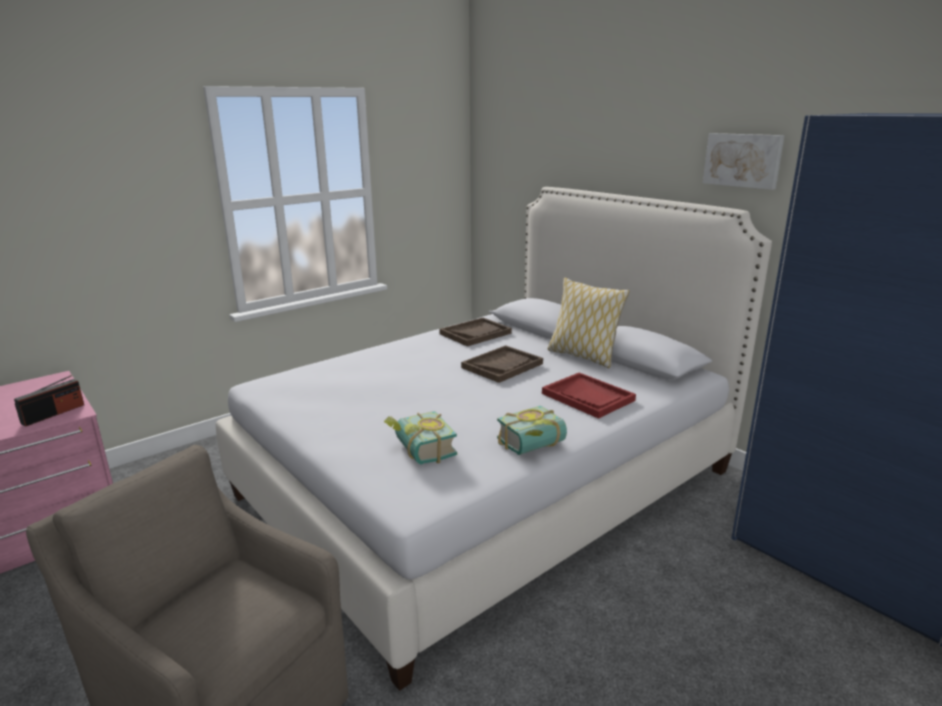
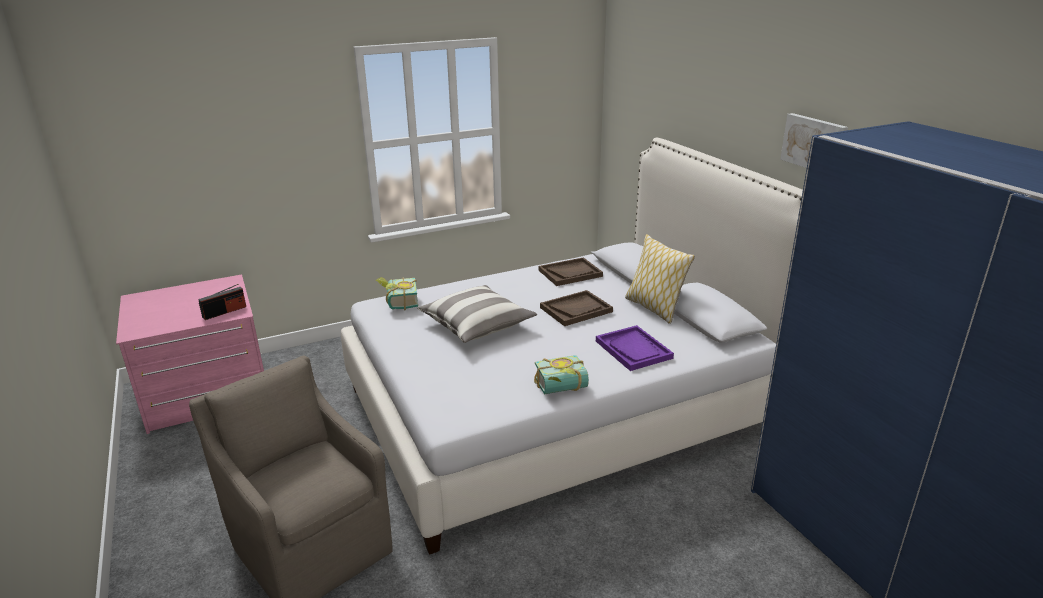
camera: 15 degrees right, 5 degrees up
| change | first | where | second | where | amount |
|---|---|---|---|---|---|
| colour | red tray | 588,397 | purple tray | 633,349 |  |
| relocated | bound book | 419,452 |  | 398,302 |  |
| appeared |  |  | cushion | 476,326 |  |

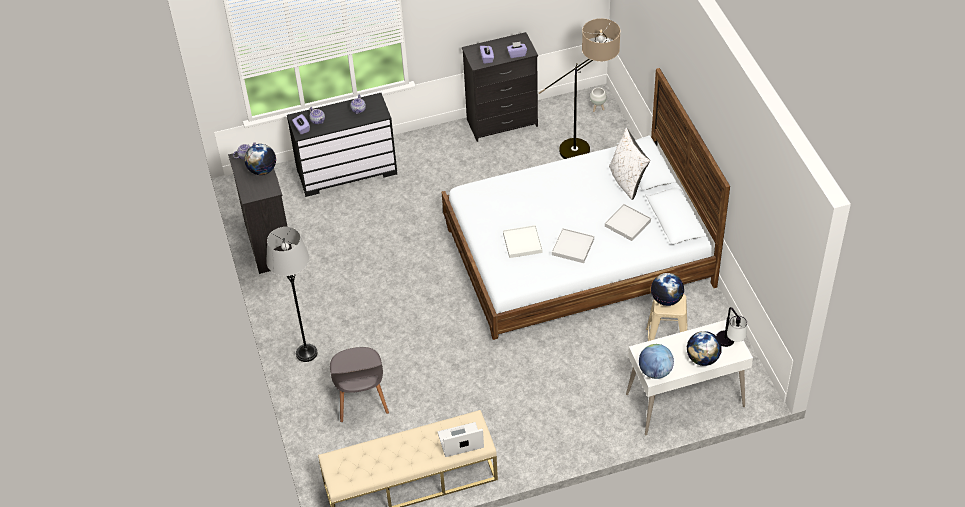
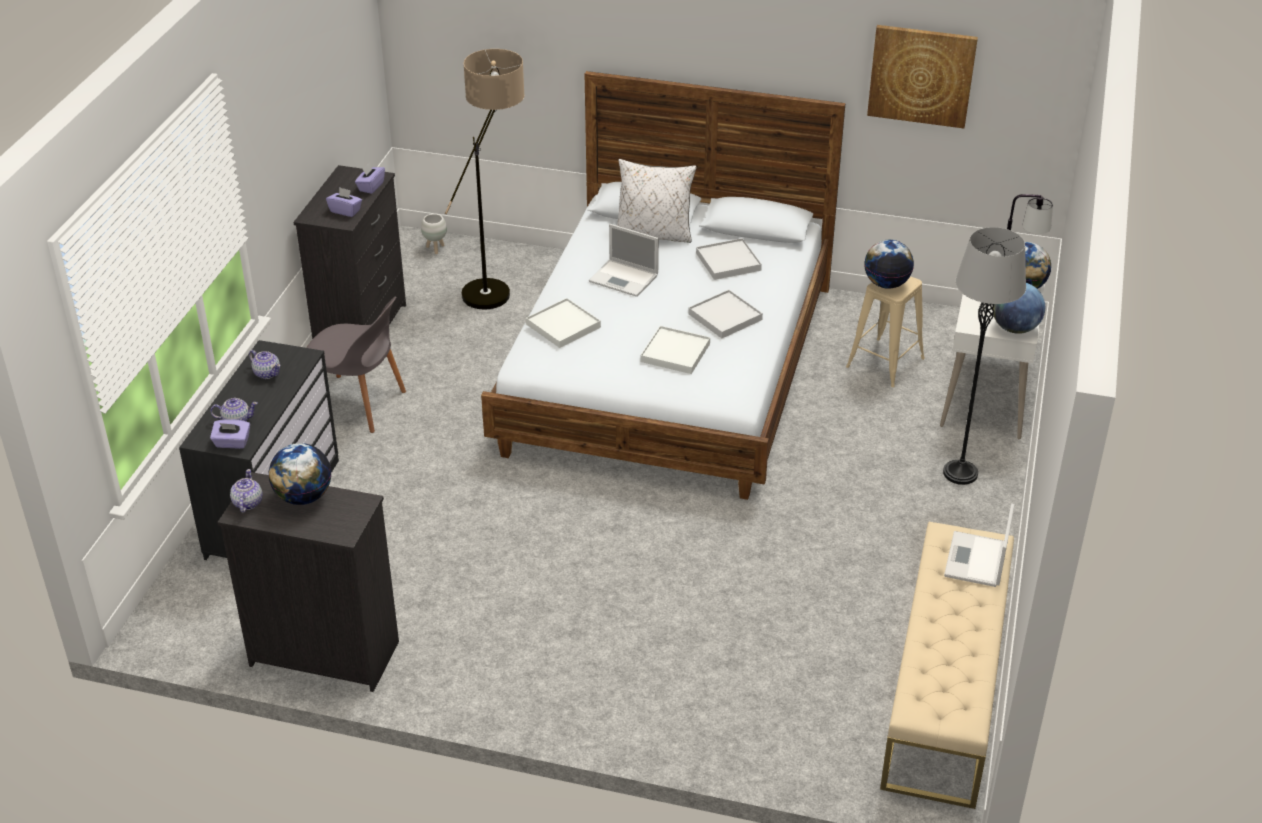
camera: 60 degrees left, 10 degrees down
| change | first | where | second | where | amount |
|---|---|---|---|---|---|
| relocated | grey standard lamp | 306,353 |  | 960,473 |  |
| relocated | grey chair | 361,399 |  | 358,404 |  |
| appeared |  |  | wall picture | 921,75 |  |
| appeared |  |  | notebook computer | 625,278 |  |
| appeared |  |  | white-coloured tray | 563,326 |  |

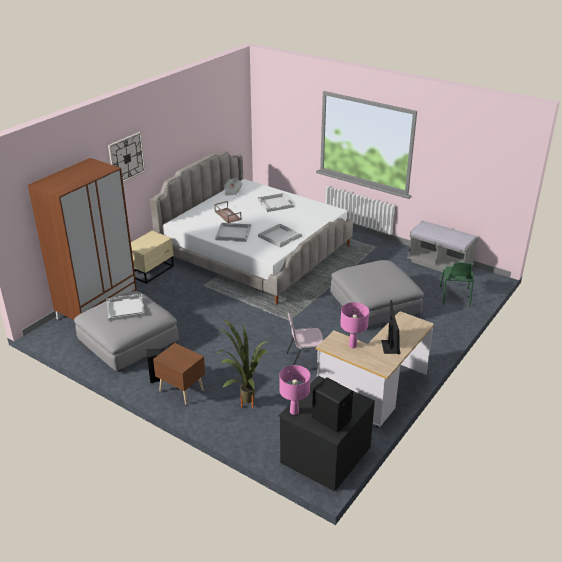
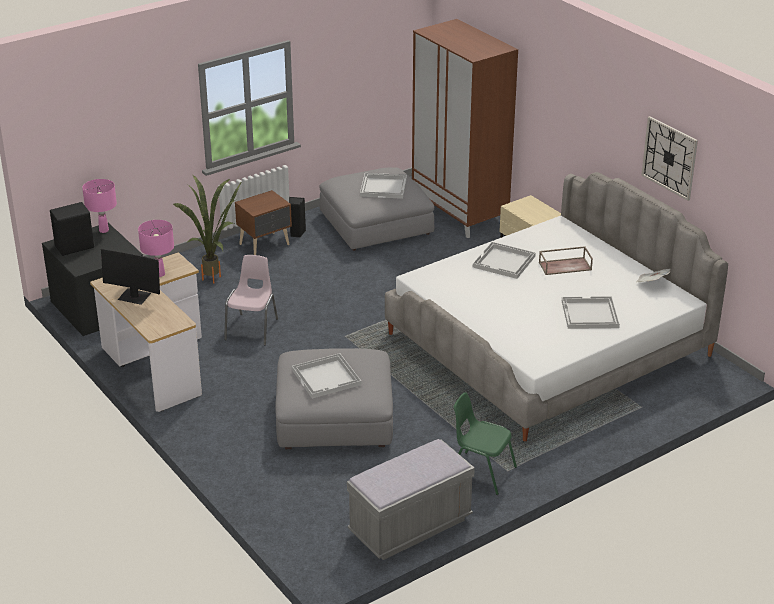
camera: 110 degrees right, 0 degrees up
| change | first | where | second | where | amount |
|---|---|---|---|---|---|
| relocated | hanging clock | 126,158 |  | 669,157 |  |
| relocated | white-coloured tray | 279,236 |  | 327,377 |  |
| relocated | green chair | 455,296 |  | 480,472 |  |

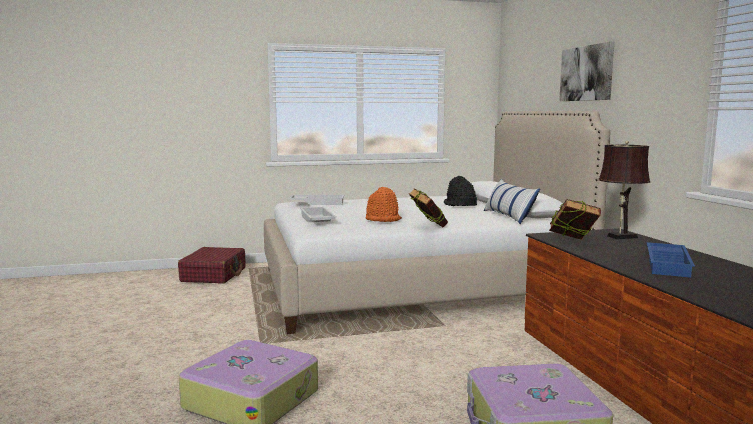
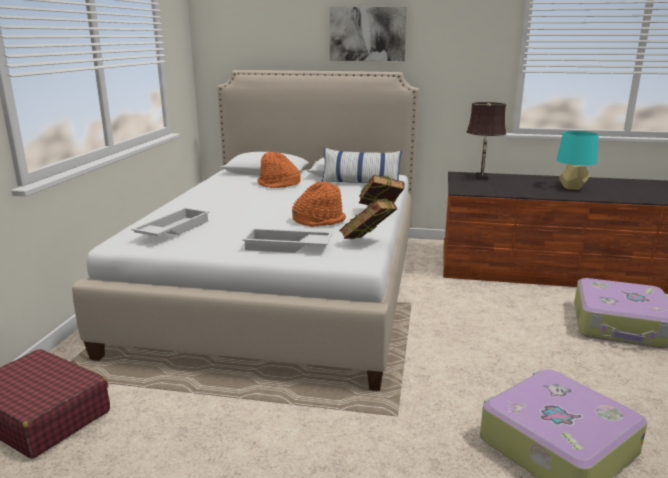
camera: 65 degrees left, 10 degrees up
| change | first | where | second | where | amount |
|---|---|---|---|---|---|
| colour | blackish wearable hat | 460,205 | orange-coloured wearable hat | 278,184 |  |
| relocated | bound book | 572,242 |  | 368,243 |  |
| exchanged | bluish tray | 669,265 | blue-green lamp for a table | 572,187 |  |

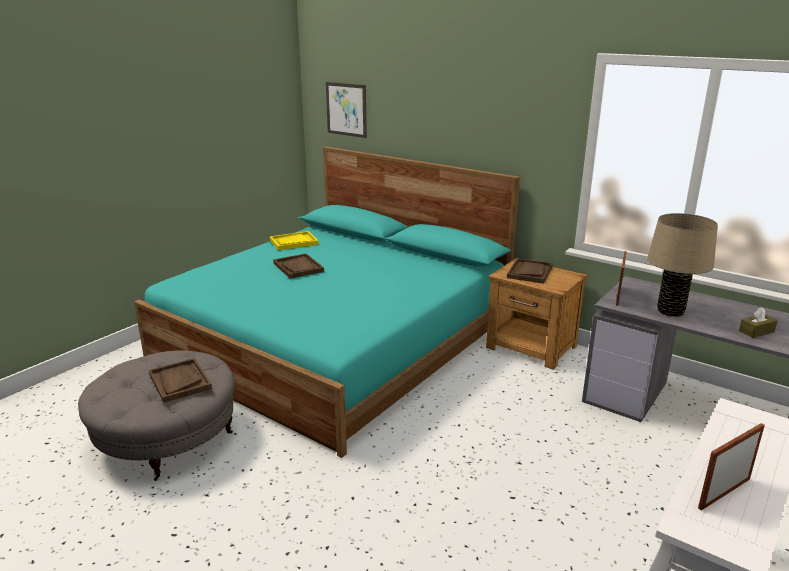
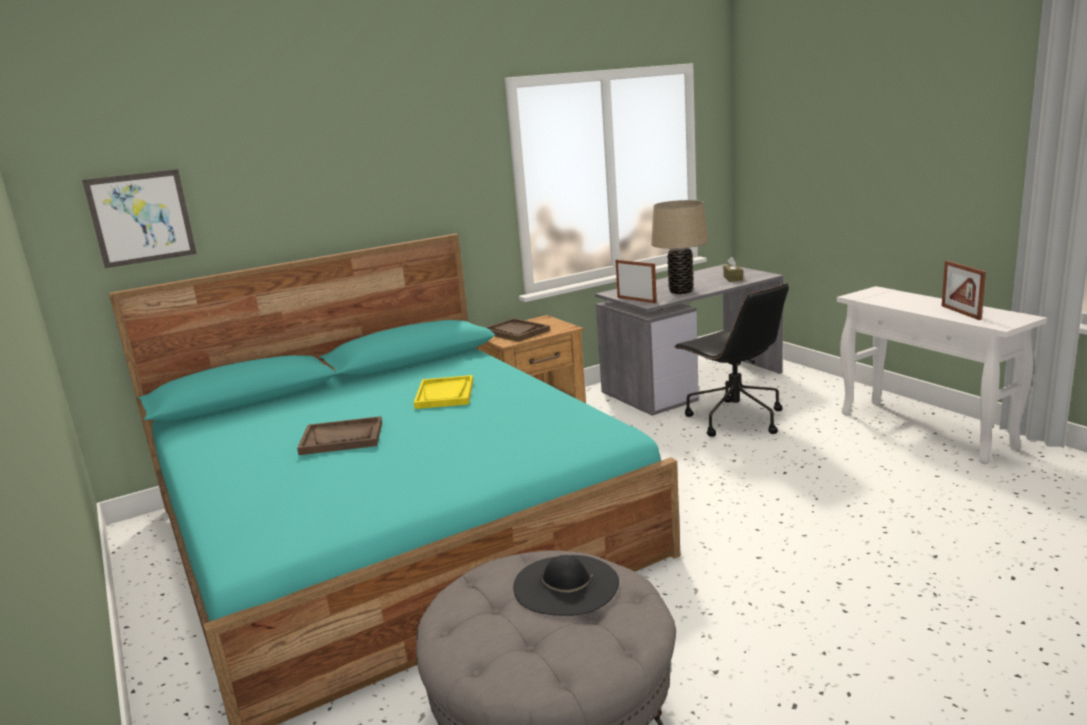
camera: 65 degrees left, 5 degrees down
| change | first | where | second | where | amount |
|---|---|---|---|---|---|
| relocated | yellowish tray | 293,242 |  | 445,394 |  |
| exchanged | brownish tray | 180,381 | blackish wearable hat | 566,585 |  |
| appeared |  |  | blackish office chair | 734,419 |  |

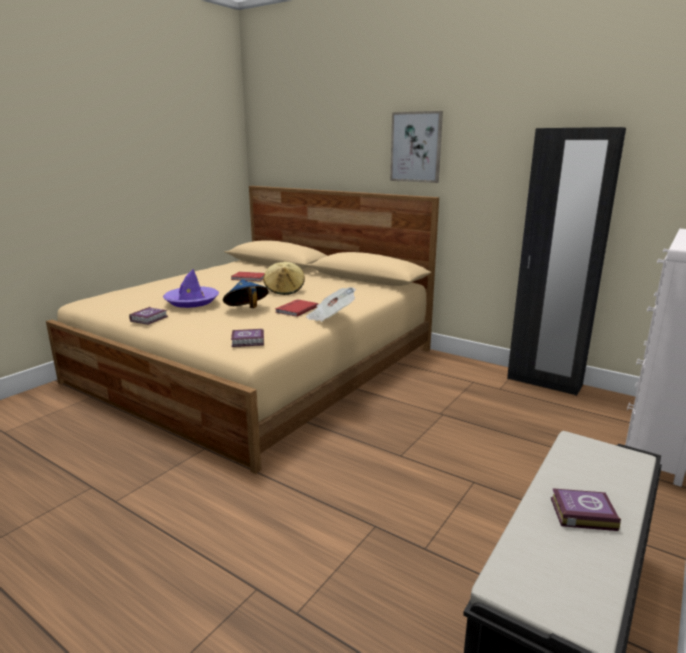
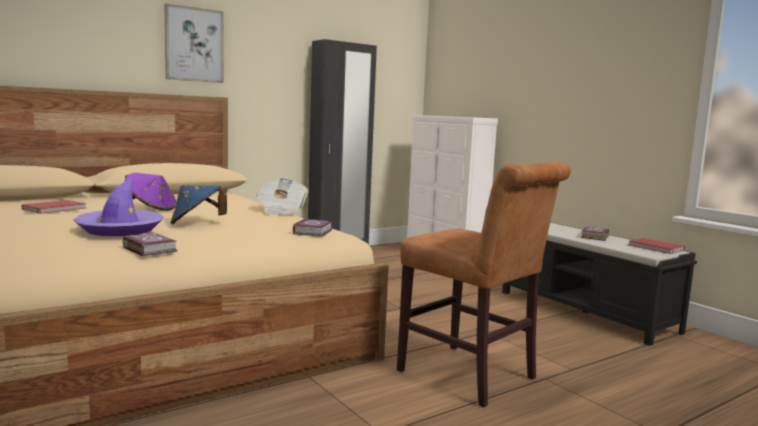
camera: 70 degrees left, 10 degrees down
| change | first | where | second | where | amount |
|---|---|---|---|---|---|
| colour | beige-coloured wearable hat | 284,290 | purple wearable hat | 151,208 |  |
| relocated | red bound book | 295,309 |  | 655,248 |  |
| appeared |  |  | brownish chair | 472,377 |  |

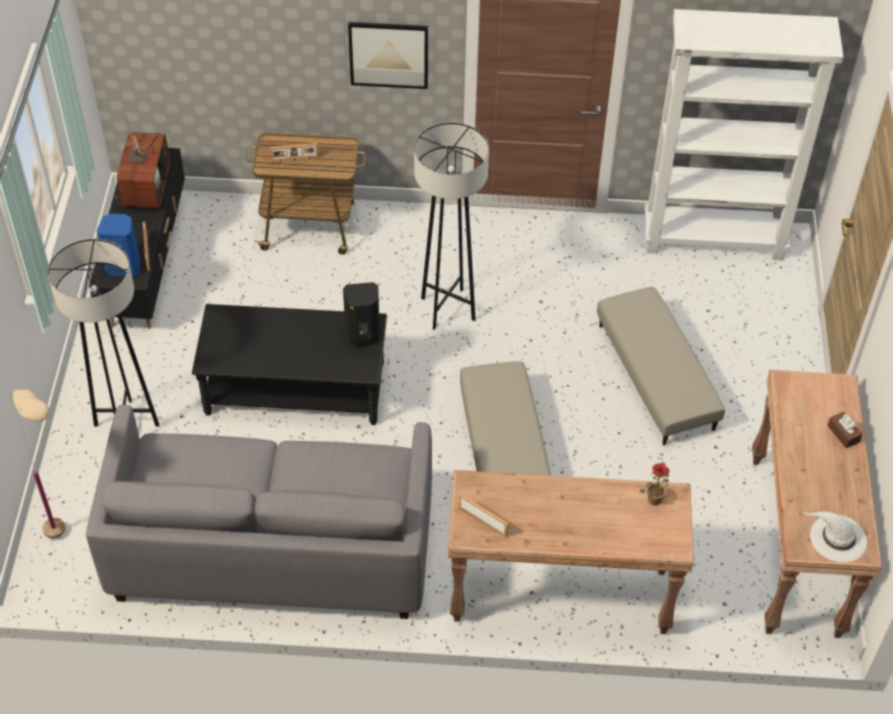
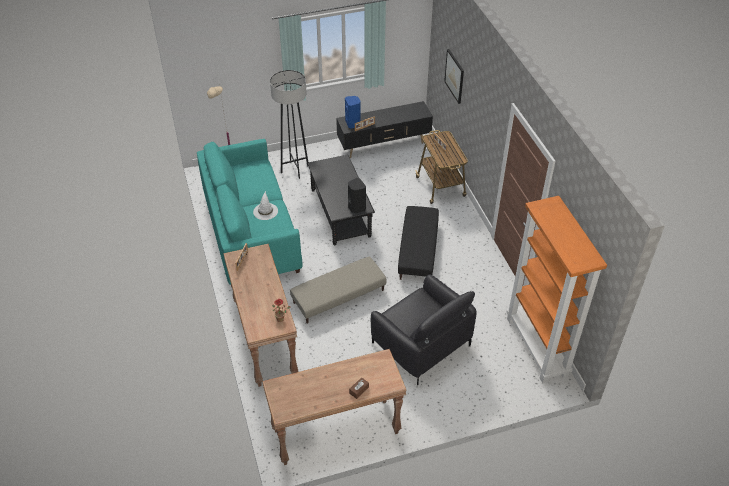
camera: 70 degrees right, 5 degrees down
| change | first | where | second | where | amount |
|---|---|---|---|---|---|
| colour | white-coloured bookcase | 714,239 | orange-coloured bookcase | 537,347 |  |
| relocated | wall picture | 388,54 |  | 454,76 |  |
| missing | TV set | 145,186 |  |  |  |
| exchanged | grey standard lamp | 448,309 | blackish ottoman | 418,250 |  |
| exchanged | beige-coloured ottoman | 656,376 | blackish lounge chair | 420,344 |  |
| colour | grey settee | 271,548 | blue-green settee | 251,232 |  |
| relocated | white-coloured wearable hat | 837,538 |  | 265,211 |  |

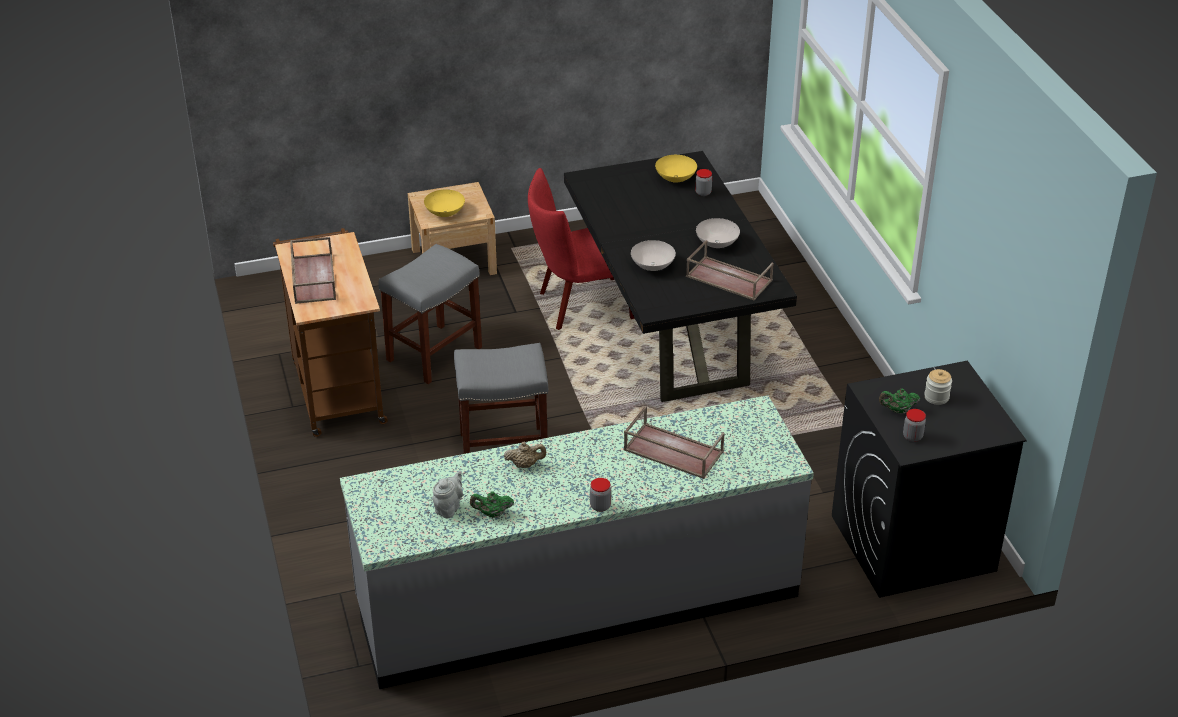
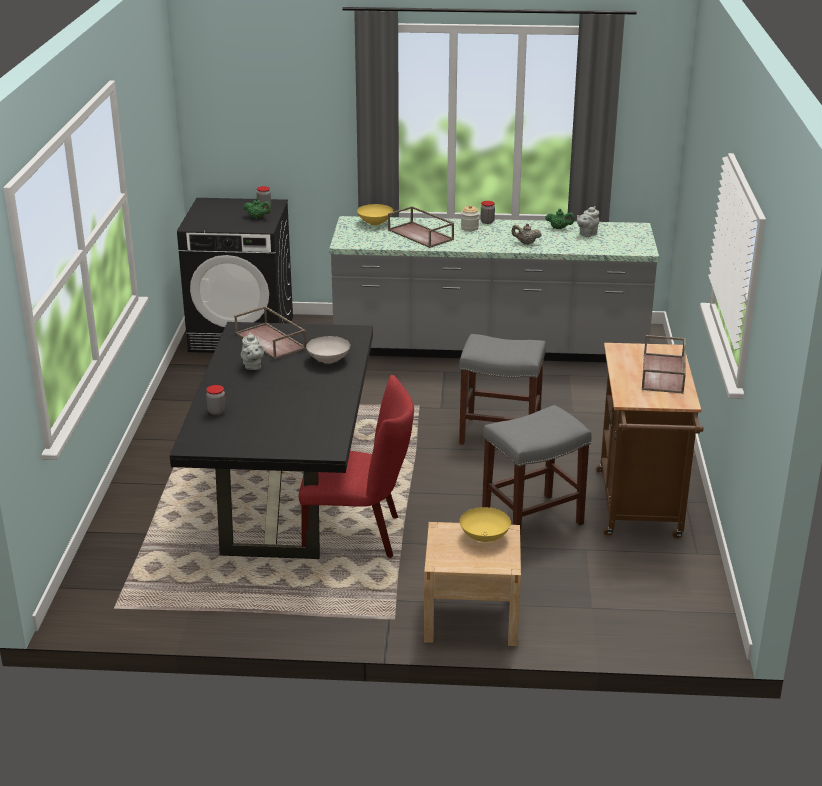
camera: 160 degrees left, 10 degrees down
| change | first | where | second | where | amount |
|---|---|---|---|---|---|
| relocated | yellowish serving bowl | 675,179 |  | 375,223 |  |
| exchanged | white-coloured serving bowl | 717,244 | grey pot for tea | 252,366 |  |
| relocated | storage jar | 936,397 |  | 469,228 |  |

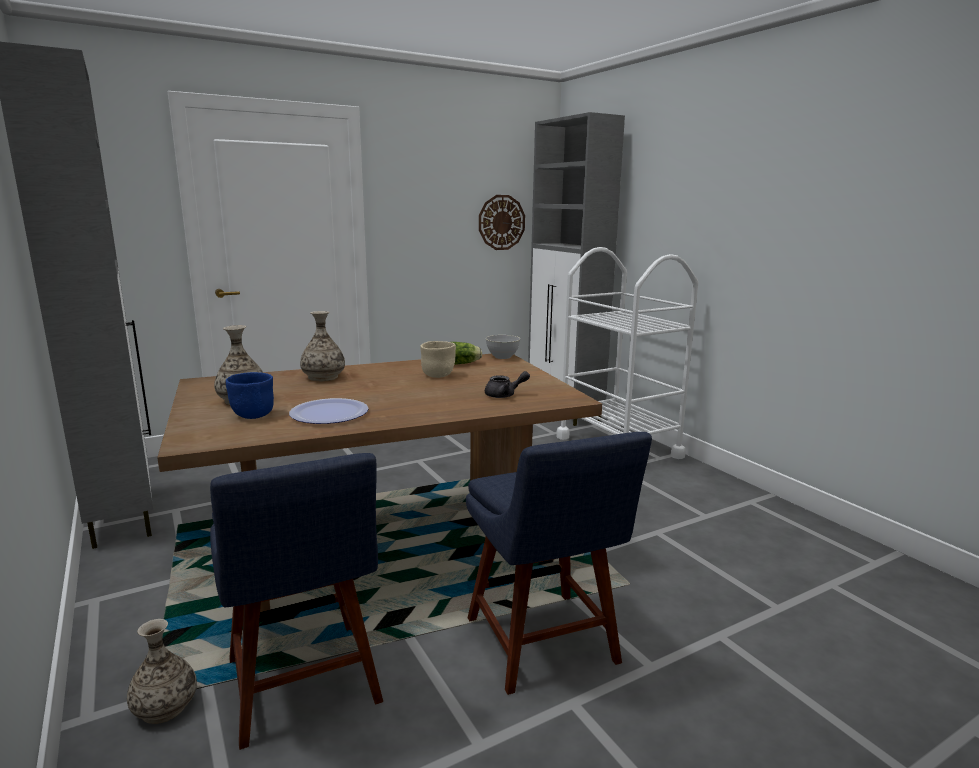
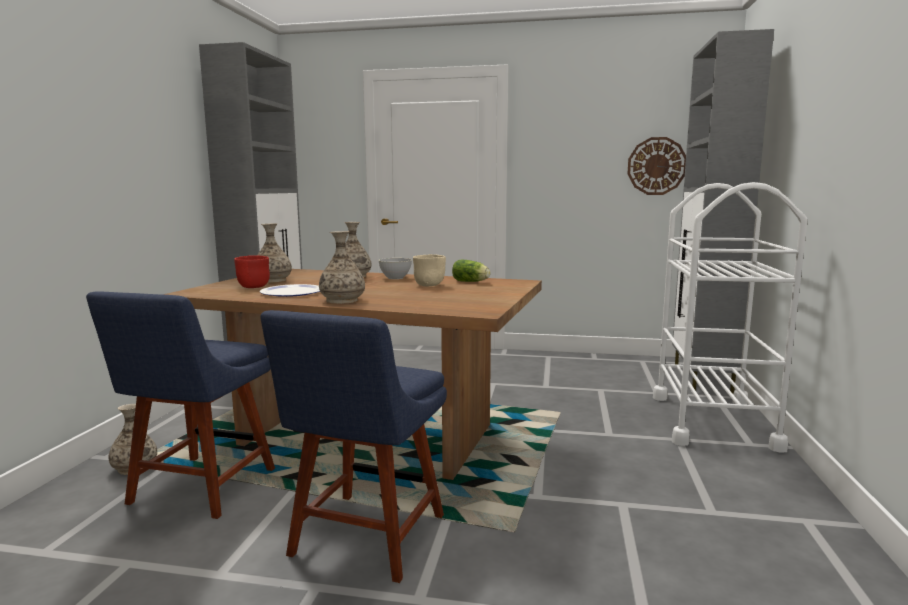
camera: 40 degrees right, 5 degrees down
| change | first | where | second | where | amount |
|---|---|---|---|---|---|
| relocated | grey serving bowl | 502,357 |  | 395,278 |  |
| missing | grey pot for tea | 504,395 |  |  |  |
| colour | bluish serving bowl | 252,416 | red serving bowl | 253,287 |  |
| appeared |  |  | vase | 342,300 |  |

